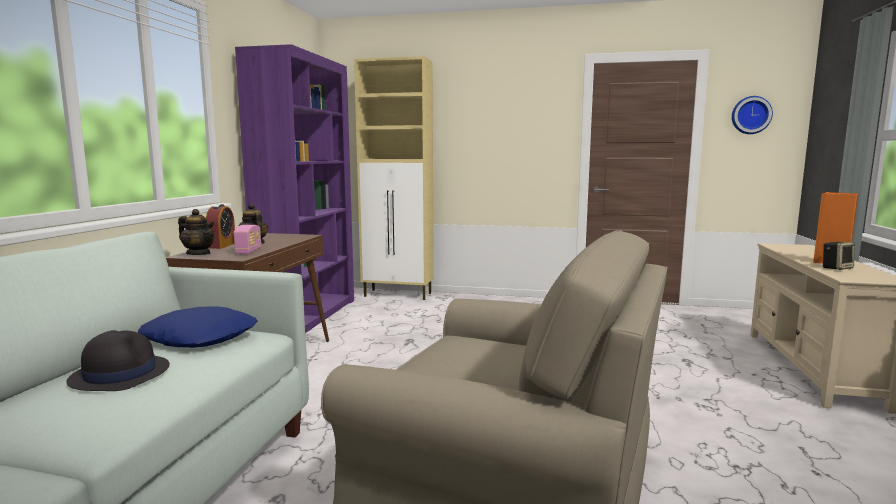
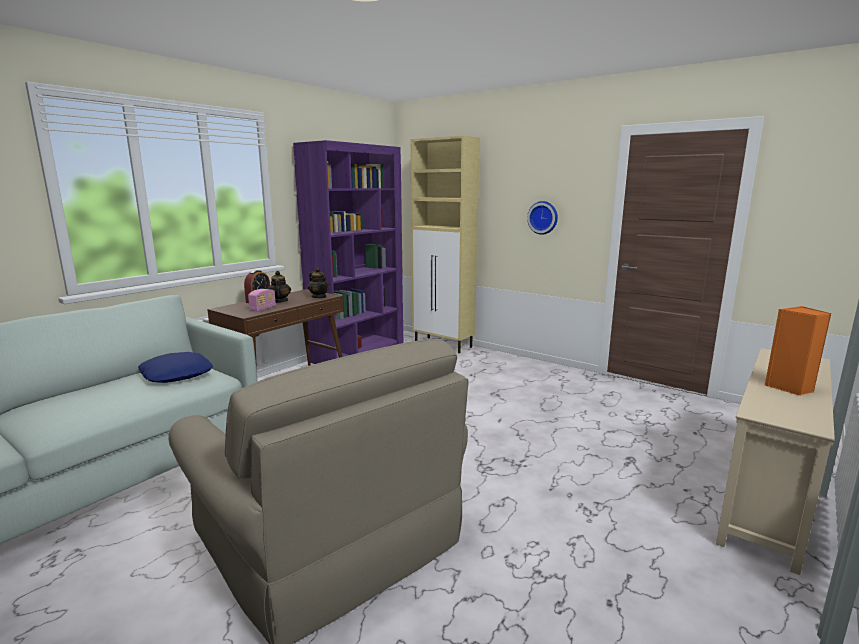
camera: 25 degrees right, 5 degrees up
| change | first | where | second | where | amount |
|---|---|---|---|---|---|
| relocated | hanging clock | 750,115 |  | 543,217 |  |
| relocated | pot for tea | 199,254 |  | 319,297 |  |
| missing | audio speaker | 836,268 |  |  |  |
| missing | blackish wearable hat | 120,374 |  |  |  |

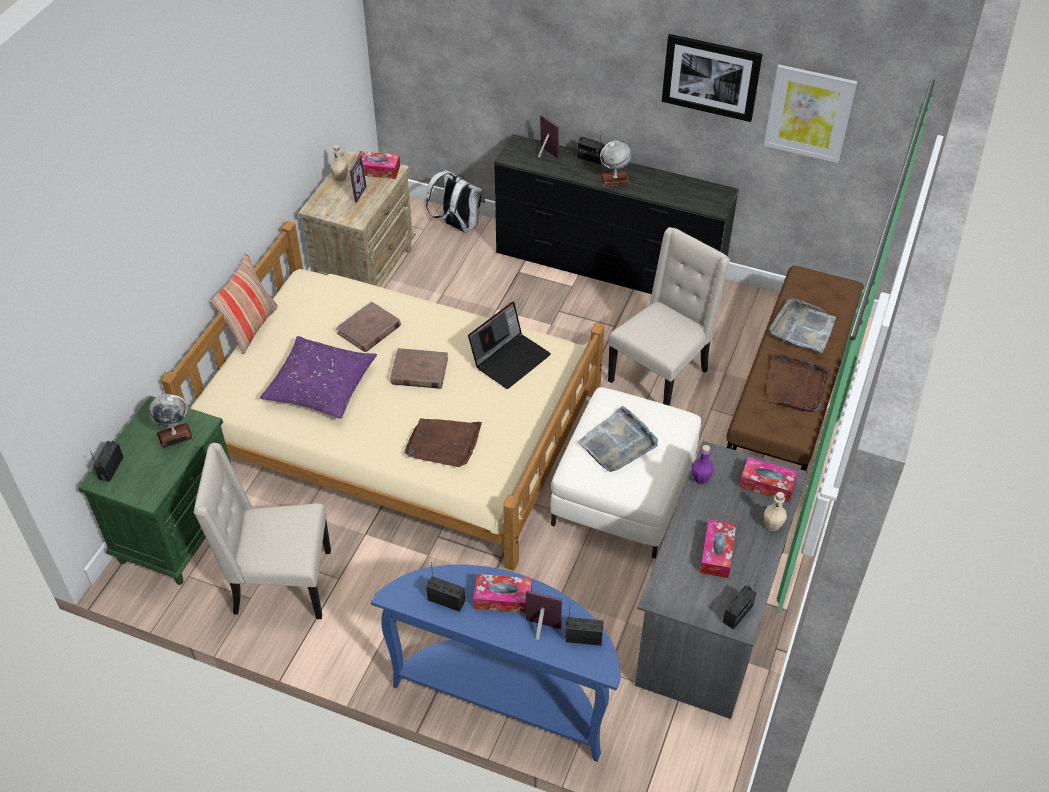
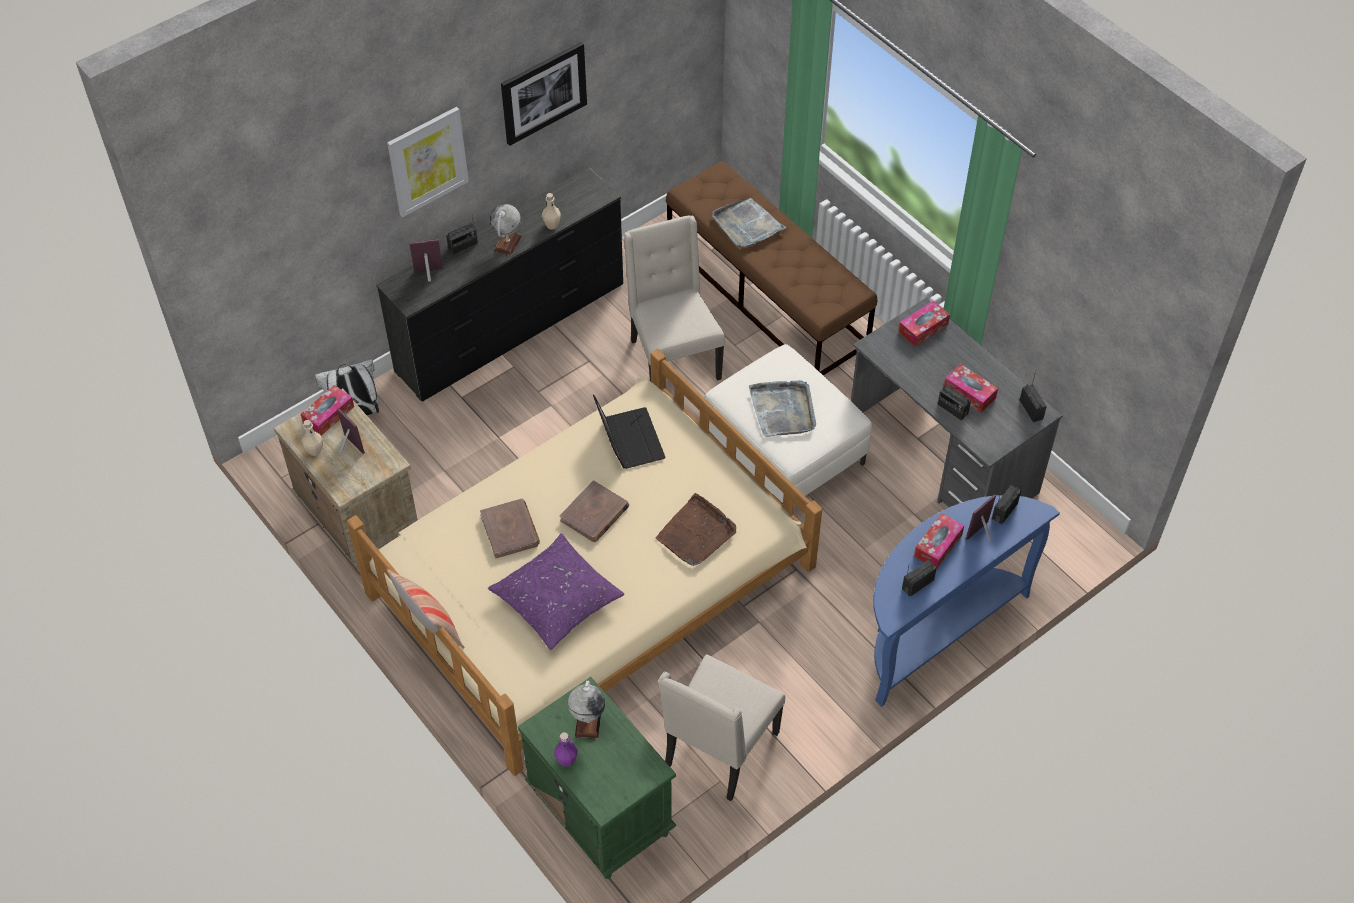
camera: 60 degrees left, 5 degrees up
| change | first | where | second | where | amount |
|---|---|---|---|---|---|
| relocated | wall picture | 809,113 |  | 427,161 |  |
| missing | brownish tray | 795,386 |  |  |  |
| relocated | radio receiver | 111,468 |  | 952,409 |  |
| relocated | purple drink bottle | 701,478 |  | 566,760 |  |
| relocated | beige-coloured drink bottle | 772,525 |  | 552,225 |  |

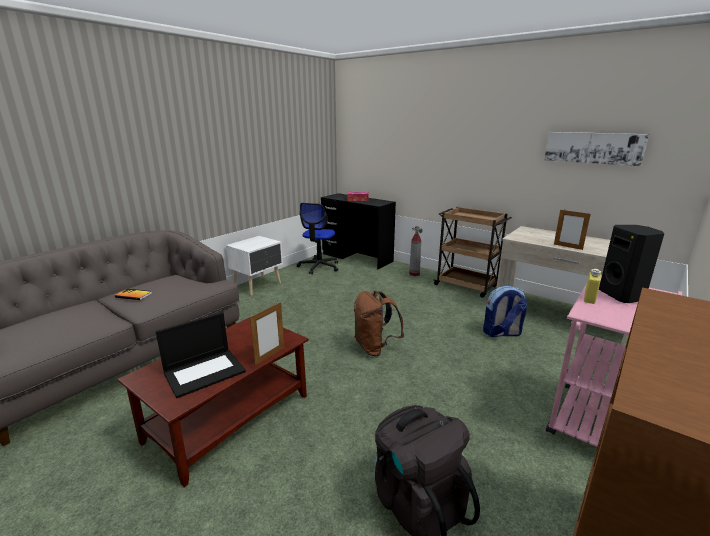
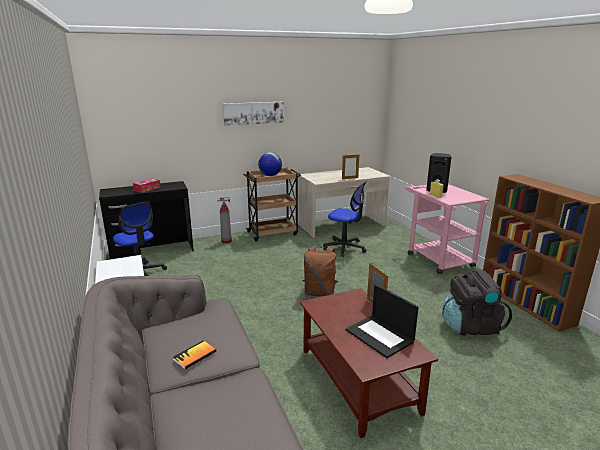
camera: 60 degrees left, 0 degrees up
| change | first | where | second | where | amount |
|---|---|---|---|---|---|
| relocated | wall picture | 593,148 |  | 253,113 |  |
| exchanged | rucksack | 501,333 | office chair | 345,248 |  |
| spun | notebook computer | 205,371 |  | 380,336 | 150 degrees clockwise |
| appeared |  |  | desk globe | 270,175 |  |

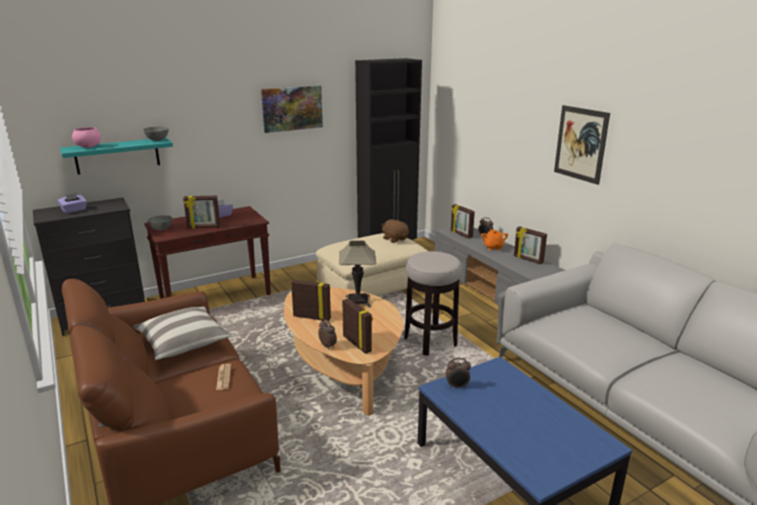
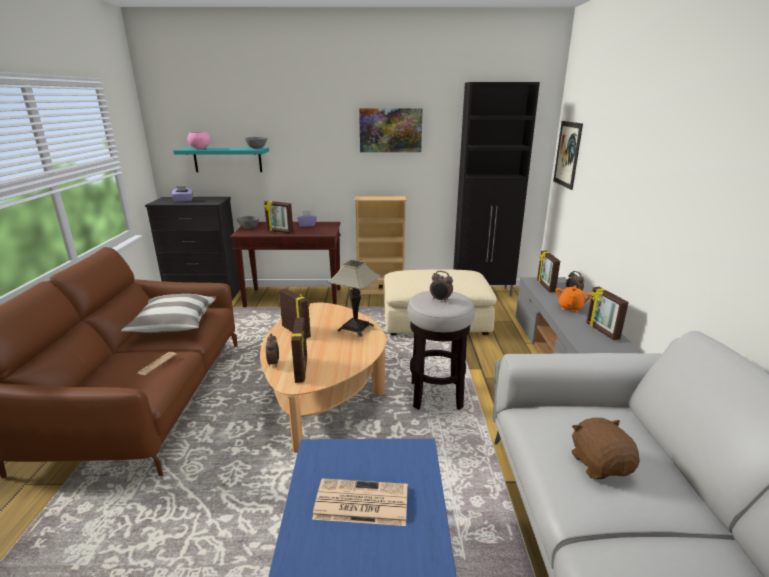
camera: 30 degrees right, 0 degrees up
| change | first | where | second | where | amount |
|---|---|---|---|---|---|
| relocated | wall picture | 580,144 |  | 567,154 |  |
| relocated | brownish soft toy | 395,239 |  | 600,464 |  |
| relocated | table clock | 457,386 |  | 440,300 |  |
| appeared |  |  | beige-coloured bookcase | 380,291 |  |
| appeared |  |  | newspaper | 360,503 |  |

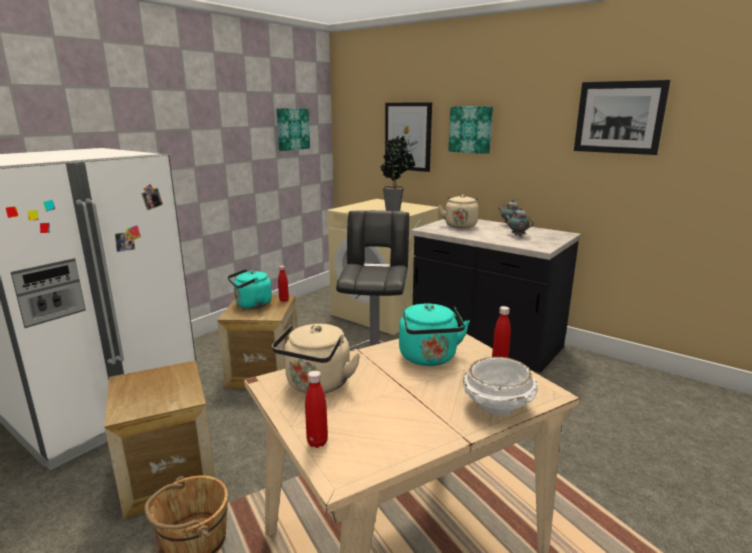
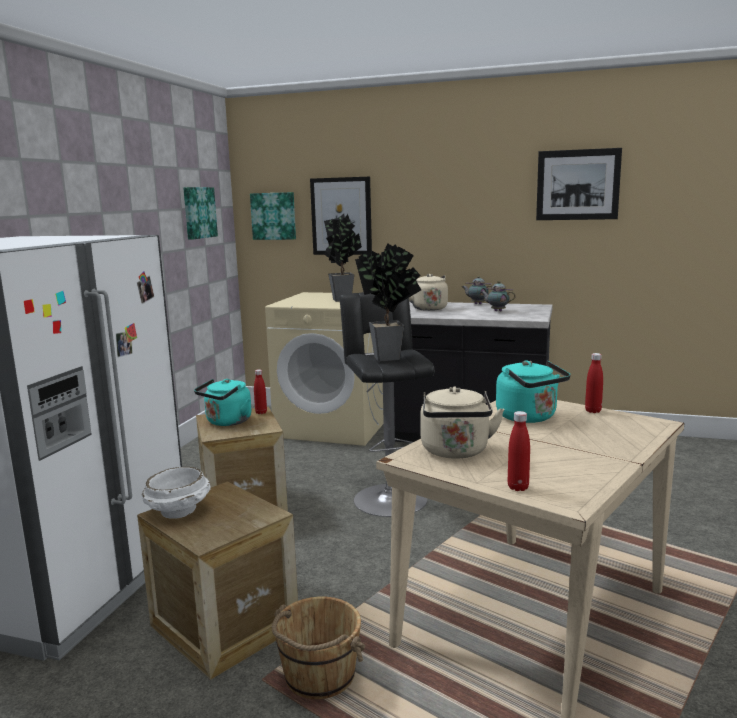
camera: 20 degrees left, 5 degrees down
| change | first | where | second | where | amount |
|---|---|---|---|---|---|
| relocated | wall picture | 471,129 |  | 274,216 |  |
| relocated | white-coloured serving bowl | 498,406 |  | 179,512 |  |
| appeared |  |  | potted plant | 392,358 |  |

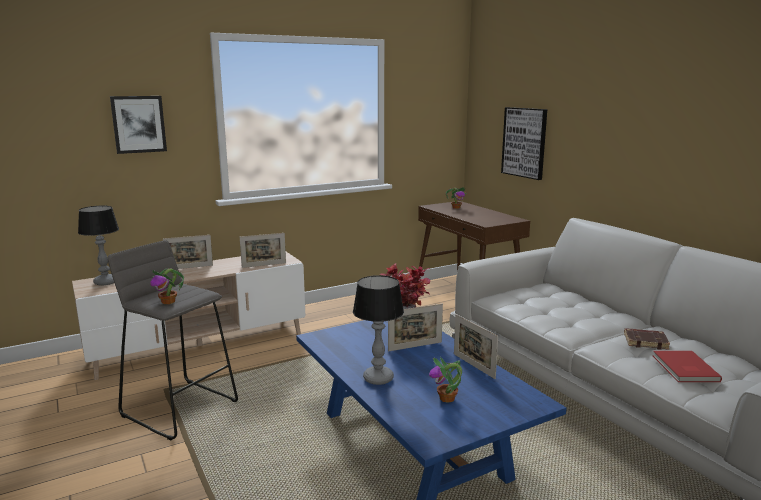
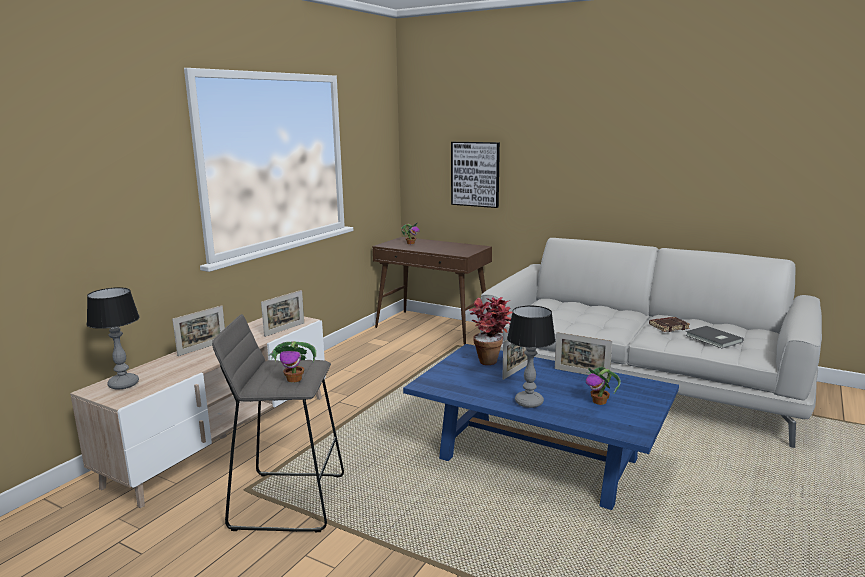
camera: 30 degrees left, 0 degrees up
| change | first | where | second | where | amount |
|---|---|---|---|---|---|
| missing | wall picture | 138,124 |  |  |  |
| colour | red bound book | 684,369 | grey bound book | 713,339 |  |

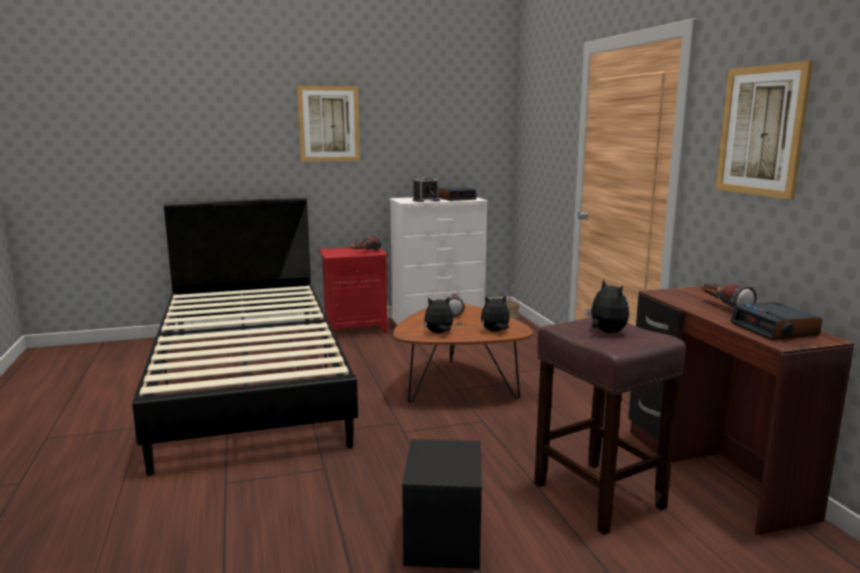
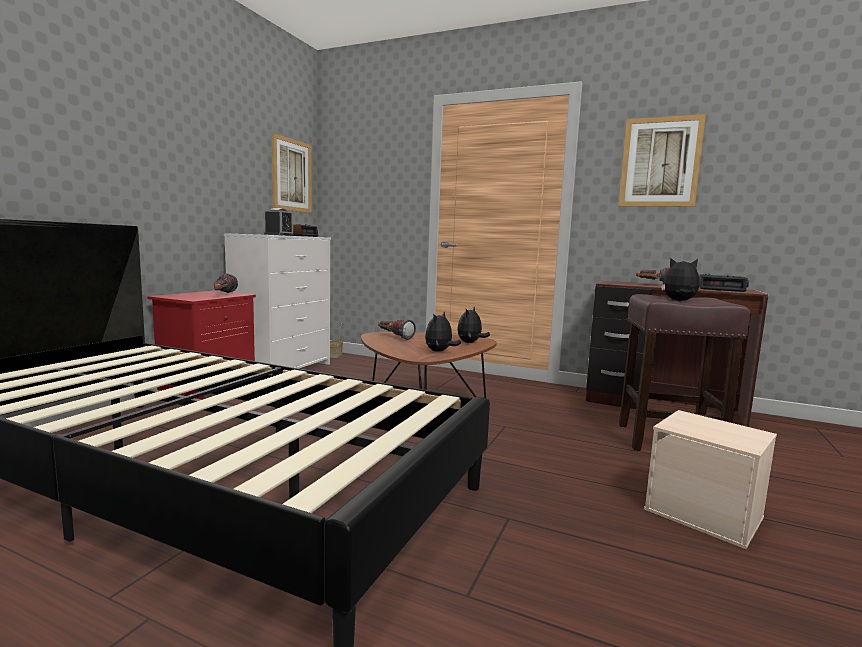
camera: 50 degrees left, 5 degrees down
| change | first | where | second | where | amount |
|---|---|---|---|---|---|
| relocated | wall picture | 329,124 |  | 291,175 |  |
| colour | blackish storage container | 444,539 | beige-coloured storage container | 705,513 |  |

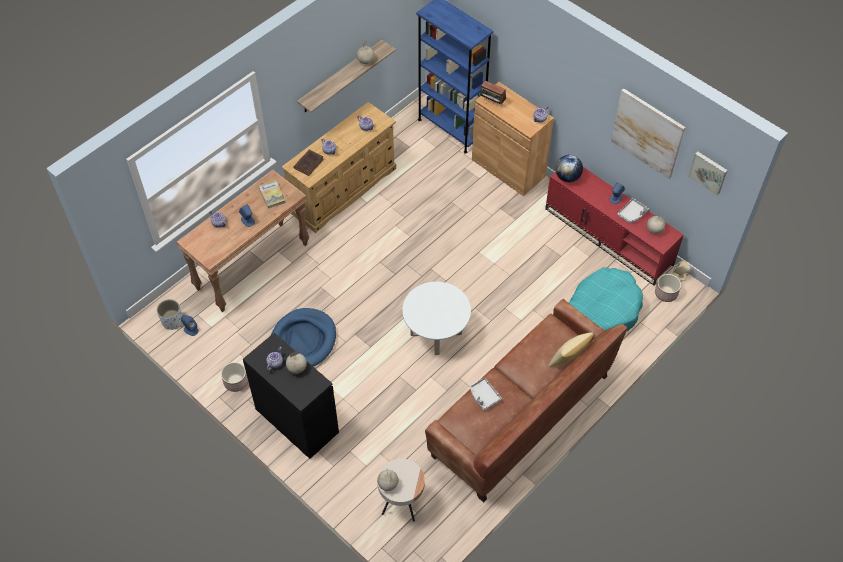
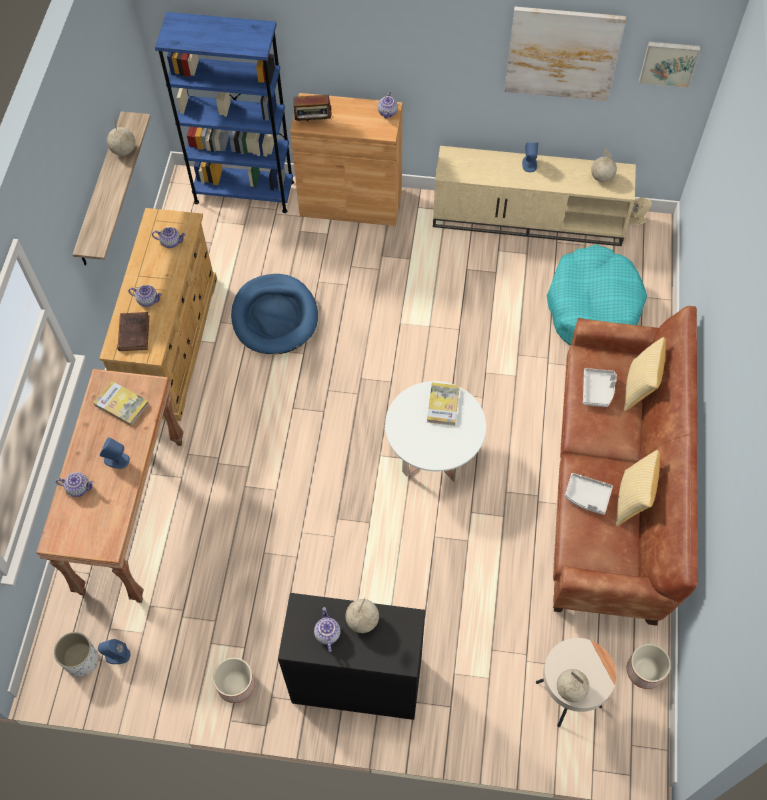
camera: 35 degrees left, 5 degrees up
| change | first | where | second | where | amount |
|---|---|---|---|---|---|
| missing | desk globe | 567,177 |  |  |  |
| colour | red media console | 609,237 | beige-coloured media console | 529,218 |  |
| relocated | grey tray | 632,214 |  | 598,390 |  |
| relocated | flower pot | 666,293 |  | 645,671 |  |
| relocated | bluish pet bed | 303,340 |  | 275,317 |  |
| appeared |  |  | bound book | 443,405 |  |
| appeared |  |  | cushion | 632,500 |  |

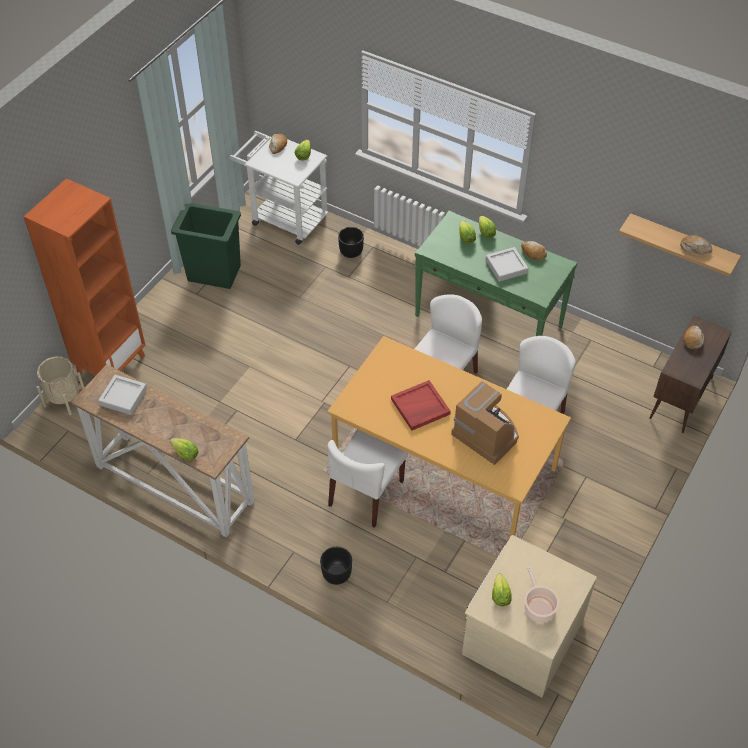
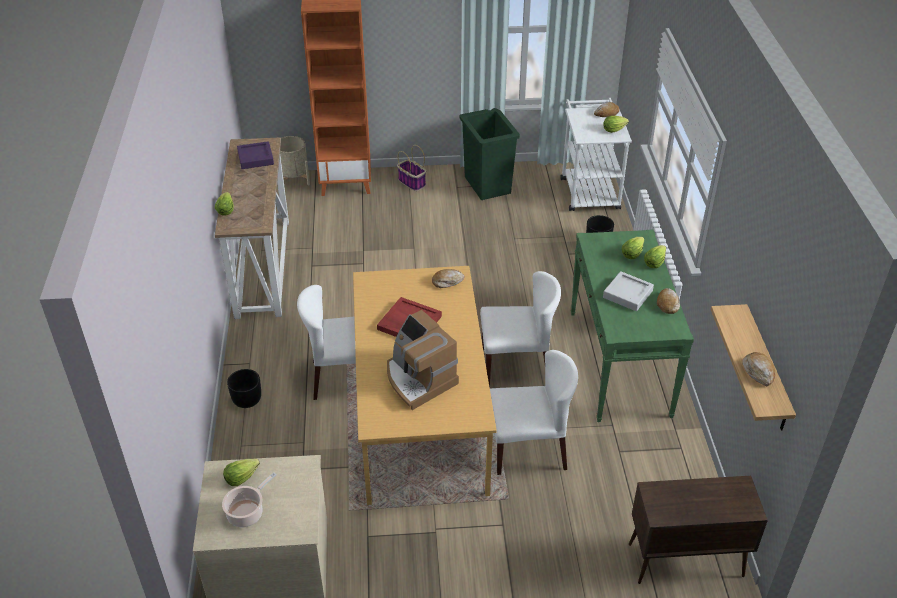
camera: 55 degrees right, 10 degrees down
| change | first | where | second | where | amount |
|---|---|---|---|---|---|
| relocated | baked bread | 692,340 |  | 447,281 |  |
| colour | grey tray | 123,397 | purple tray | 255,158 |  |
| spun | coffee brewer | 486,433 |  | 418,379 | 135 degrees clockwise |
| appeared |  |  | storage basket | 412,182 |  |

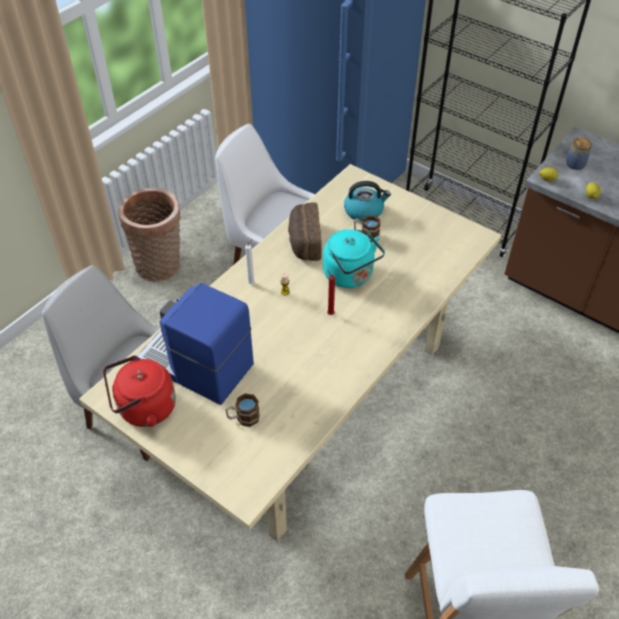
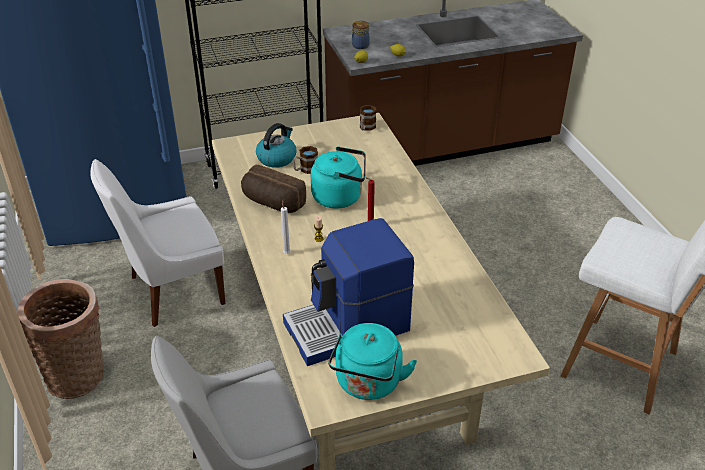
camera: 55 degrees left, 10 degrees down
| change | first | where | second | where | amount |
|---|---|---|---|---|---|
| colour | red water kettle | 143,409 | blue-green water kettle | 368,384 |  |
| relocated | tea mug | 243,418 |  | 366,128 |  |

